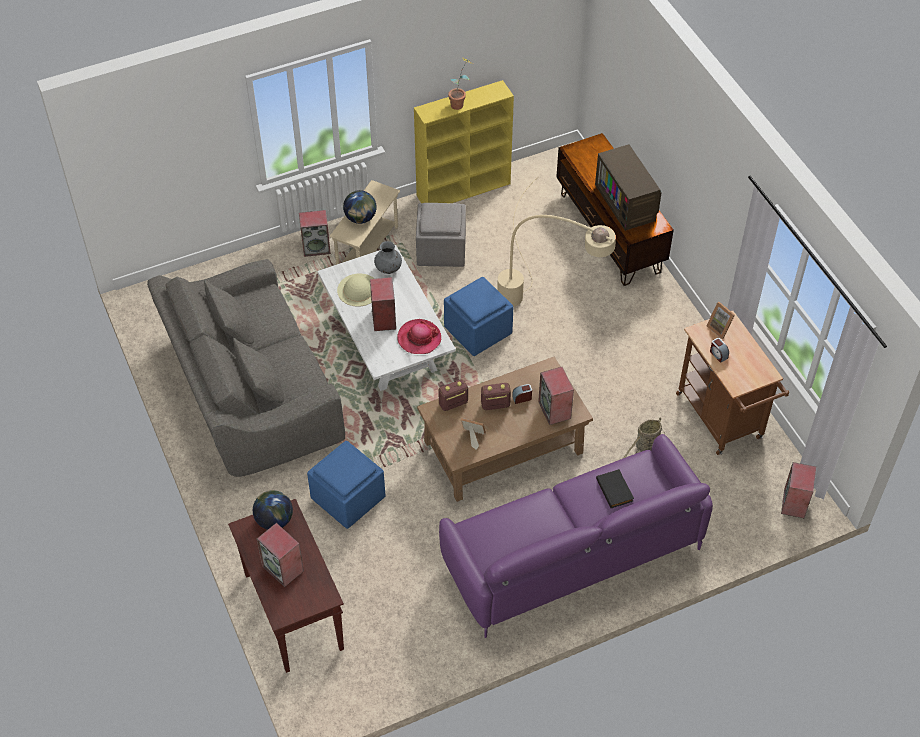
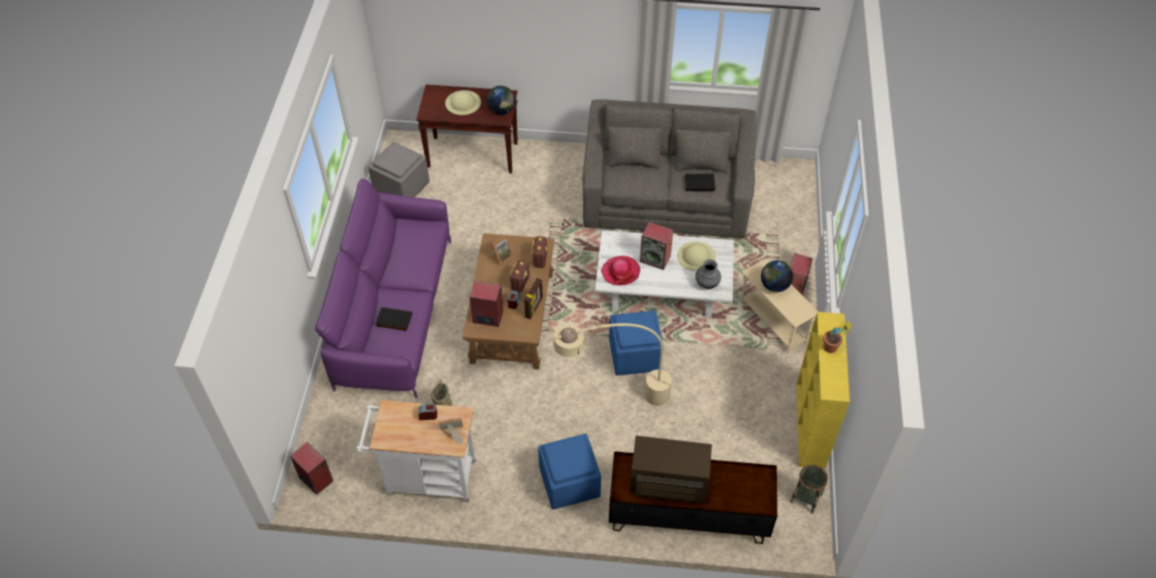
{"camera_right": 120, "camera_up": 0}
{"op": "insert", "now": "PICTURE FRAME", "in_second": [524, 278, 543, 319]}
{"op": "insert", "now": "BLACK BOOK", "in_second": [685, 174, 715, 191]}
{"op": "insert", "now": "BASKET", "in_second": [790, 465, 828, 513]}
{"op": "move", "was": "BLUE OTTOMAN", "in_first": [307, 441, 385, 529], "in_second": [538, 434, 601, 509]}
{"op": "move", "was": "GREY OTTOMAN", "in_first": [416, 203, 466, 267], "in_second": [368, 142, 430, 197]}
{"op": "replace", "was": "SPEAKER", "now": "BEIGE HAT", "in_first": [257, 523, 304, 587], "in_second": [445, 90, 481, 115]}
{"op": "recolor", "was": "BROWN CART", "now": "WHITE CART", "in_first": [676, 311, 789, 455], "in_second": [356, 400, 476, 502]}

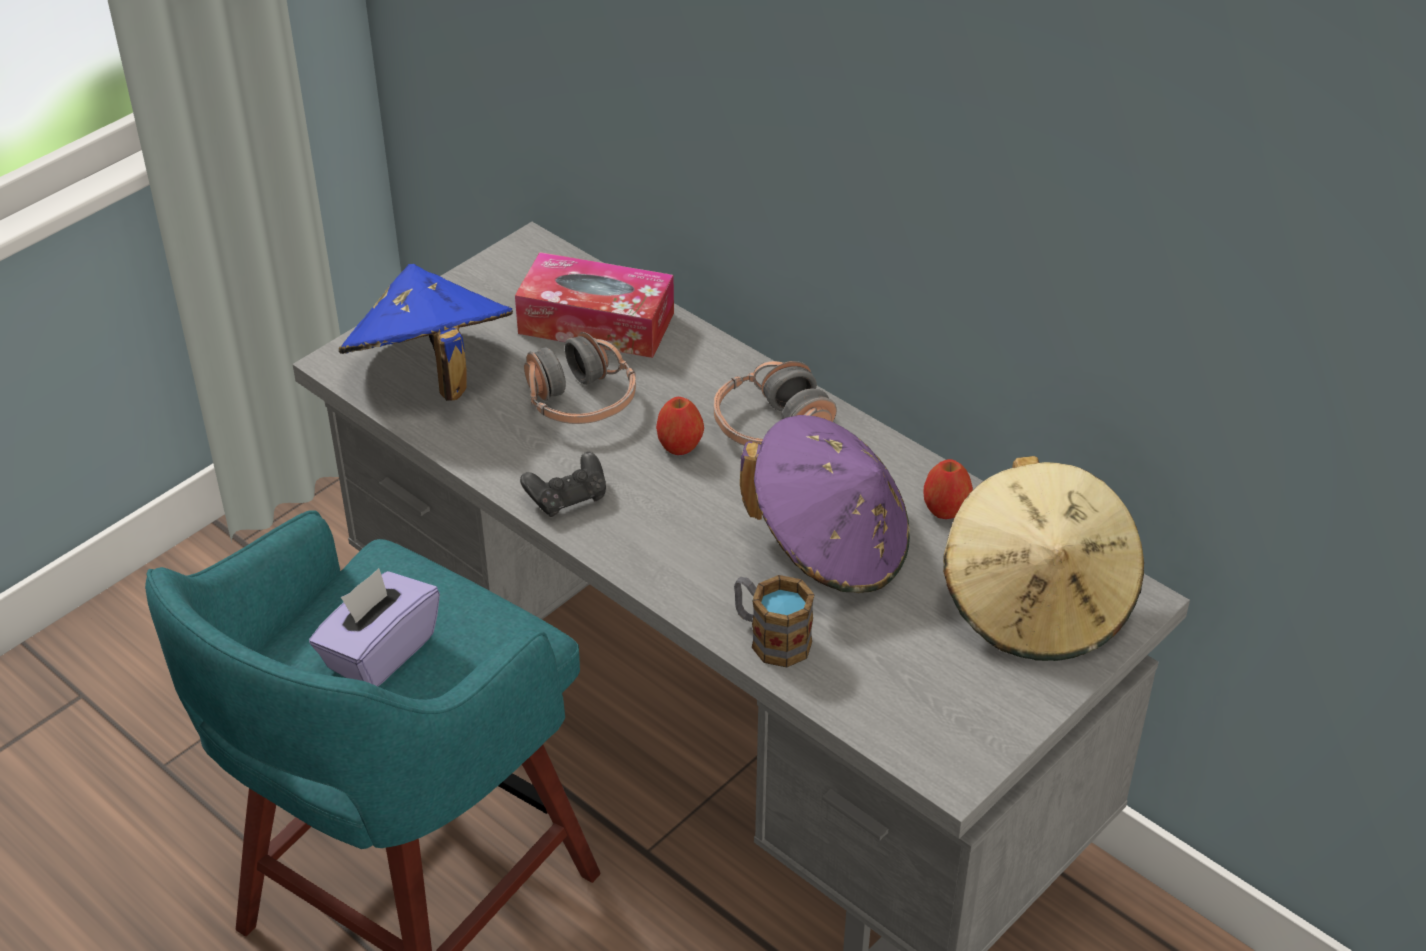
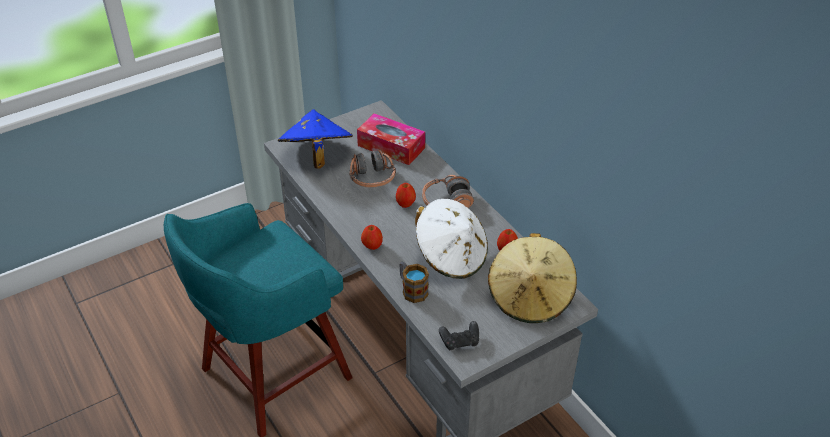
{"camera_right": 15, "camera_up": 0}
{"op": "delete", "was": "PURPLE TISSUE BOX", "in_first": [309, 568, 440, 686]}
{"op": "insert", "now": "APPLE", "in_second": [361, 225, 383, 250]}
{"op": "move", "was": "BLACK GAME CONTROLLER", "in_first": [520, 452, 606, 517], "in_second": [439, 321, 479, 350]}
{"op": "recolor", "was": "PURPLE HAT", "now": "WHITE HAT", "in_first": [740, 415, 910, 593], "in_second": [415, 199, 488, 279]}

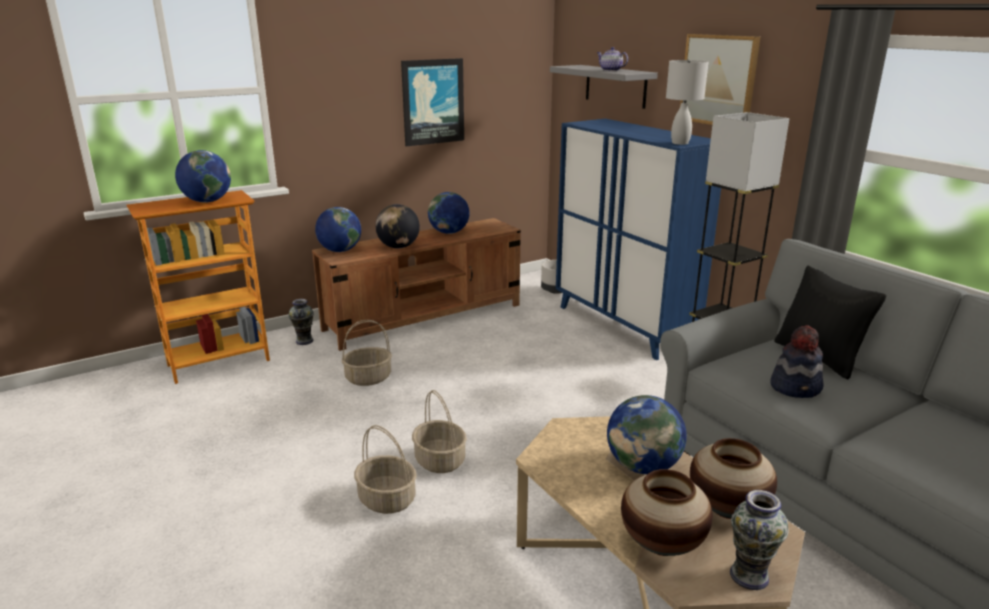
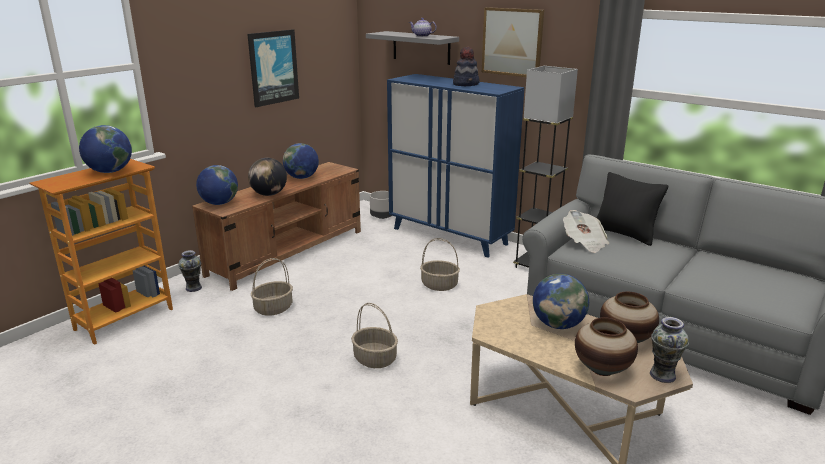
{"camera_right": -20, "camera_up": 0}
{"op": "delete", "was": "WHITE TABLE LAMP", "in_first": [666, 60, 708, 145]}
{"op": "insert", "now": "NEWSPAPER", "in_second": [563, 210, 609, 253]}
{"op": "move", "was": "BASKET", "in_first": [354, 425, 417, 514], "in_second": [420, 238, 460, 291]}
{"op": "move", "was": "HAT", "in_first": [770, 325, 824, 398], "in_second": [453, 47, 480, 86]}

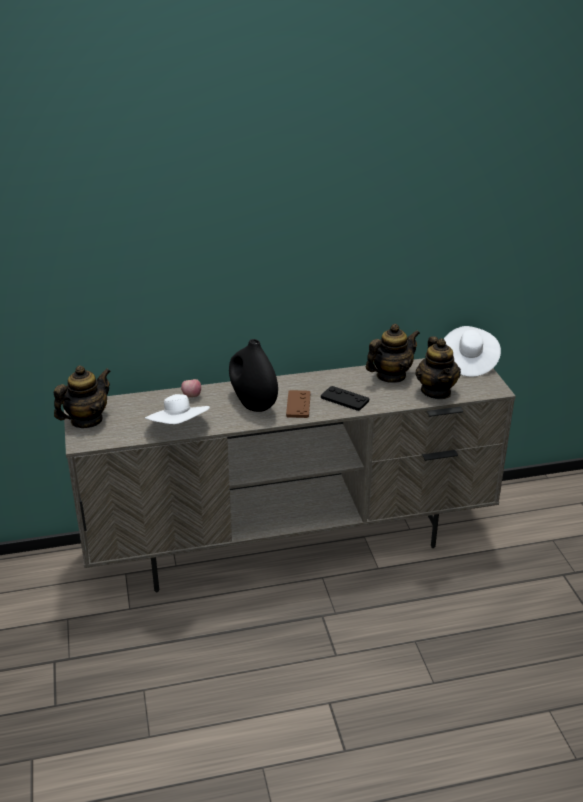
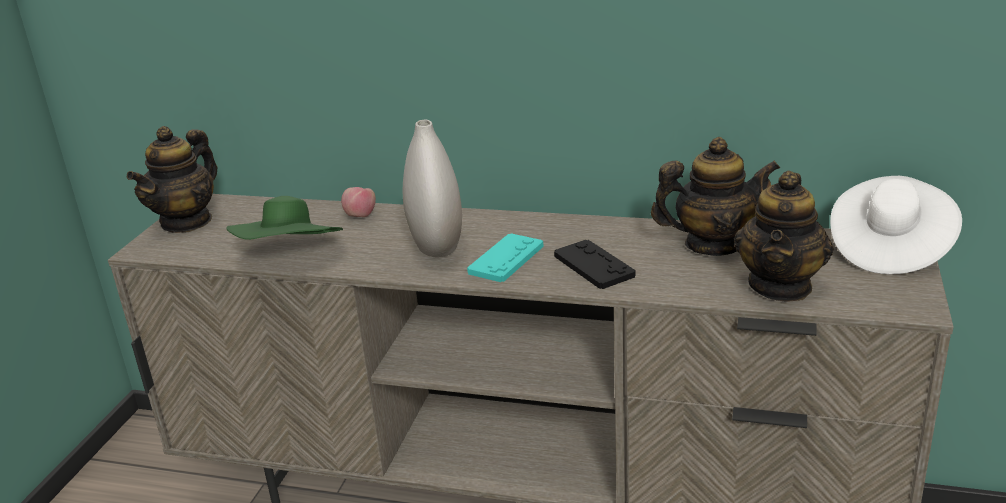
{"camera_right": 30, "camera_up": -5}
{"op": "recolor", "was": "WHITE HAT", "now": "GREEN HAT", "in_first": [145, 394, 210, 424], "in_second": [226, 196, 343, 240]}
{"op": "recolor", "was": "BLACK VASE", "now": "WHITE VASE", "in_first": [229, 339, 278, 412], "in_second": [403, 119, 462, 258]}
{"op": "recolor", "was": "BROWN GAME CONTROLLER", "now": "TURQUOISE GAME CONTROLLER", "in_first": [286, 390, 311, 418], "in_second": [467, 233, 544, 282]}
{"op": "rotate", "was": "TEAPOT", "in_first": [54, 365, 111, 428], "in_second": [127, 126, 217, 233], "clockwise": 135}

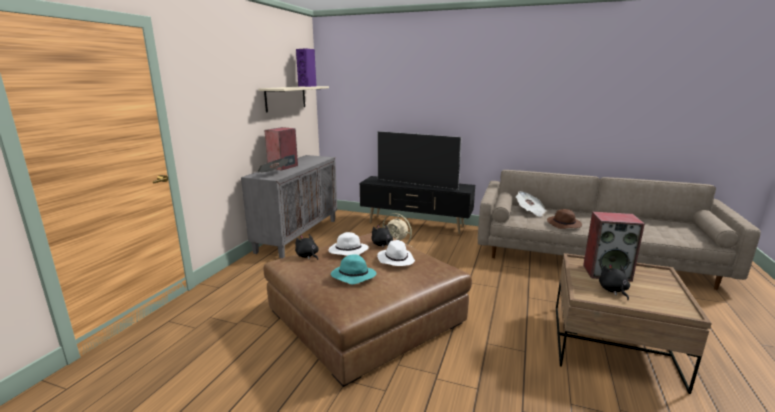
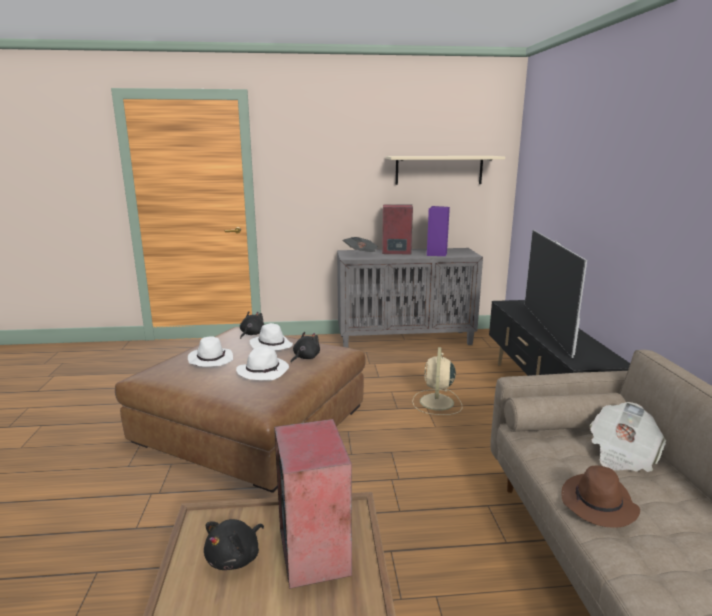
{"camera_right": 65, "camera_up": 0}
{"op": "move", "was": "PURPLE SPEAKER", "in_first": [296, 48, 316, 87], "in_second": [427, 206, 450, 256]}
{"op": "recolor", "was": "TURQUOISE HAT", "now": "WHITE HAT", "in_first": [331, 254, 376, 284], "in_second": [188, 336, 233, 367]}
{"op": "rotate", "was": "BLACK PLUSH TOY", "in_first": [599, 264, 630, 300], "in_second": [204, 519, 264, 570], "clockwise": 150}

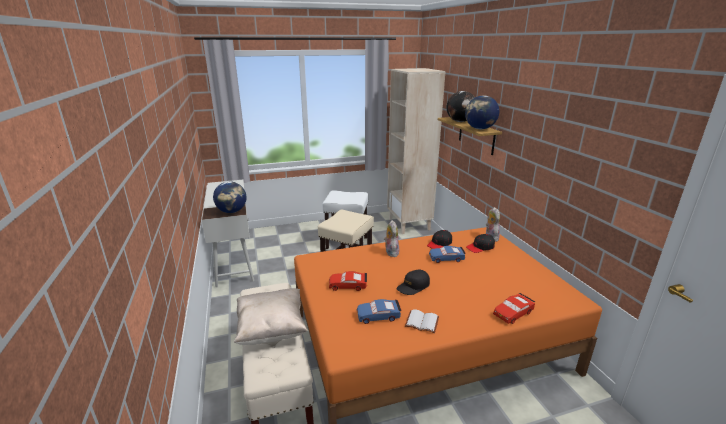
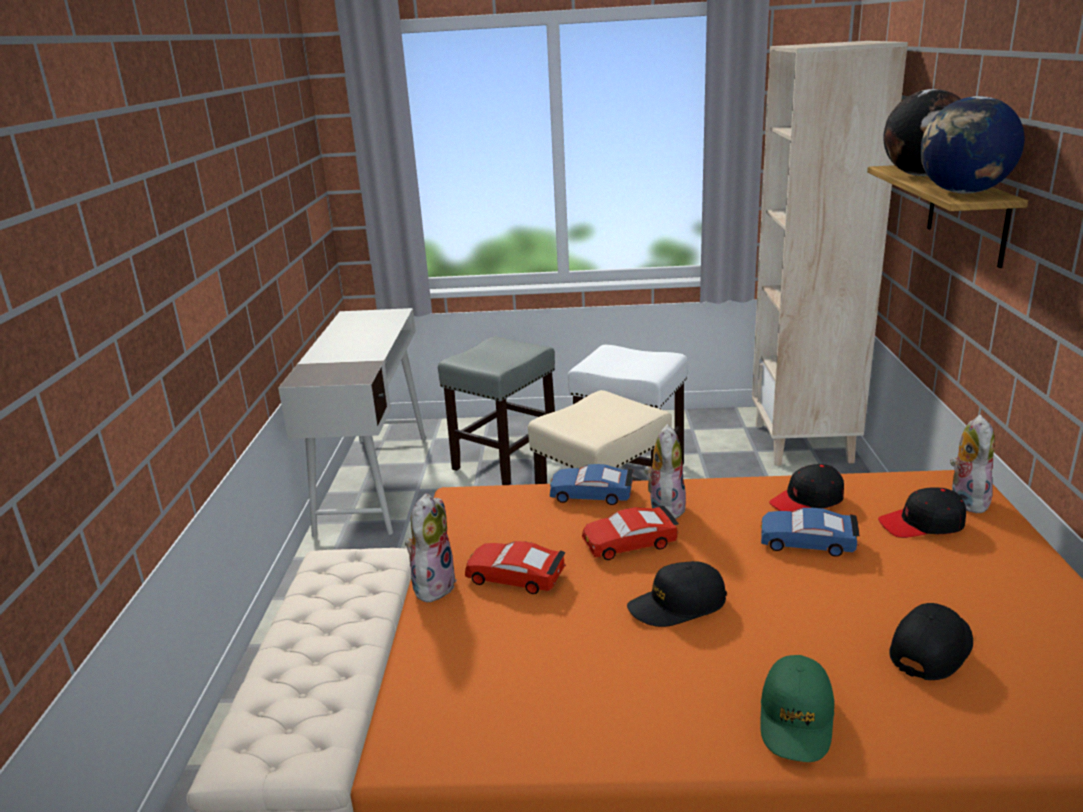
{"camera_right": 20, "camera_up": 0}
{"op": "delete", "was": "GLOBE", "in_first": [213, 181, 246, 213]}
{"op": "delete", "was": "BEIGE PILLOW", "in_first": [234, 288, 307, 345]}
{"op": "delete", "was": "WHITE BOOK", "in_first": [405, 310, 439, 333]}
{"op": "insert", "now": "PLUSH TOY", "in_second": [405, 493, 457, 602]}
{"op": "insert", "now": "GREY STOOL", "in_second": [438, 337, 555, 485]}
{"op": "insert", "now": "GREEN CAP", "in_second": [760, 655, 834, 762]}
{"op": "insert", "now": "BLACK CAP", "in_second": [889, 603, 973, 680]}
{"op": "move", "was": "BLUE TOY CAR", "in_first": [357, 299, 402, 324], "in_second": [550, 464, 634, 505]}
{"op": "move", "was": "RED TOY CAR", "in_first": [493, 293, 535, 324], "in_second": [582, 506, 679, 560]}

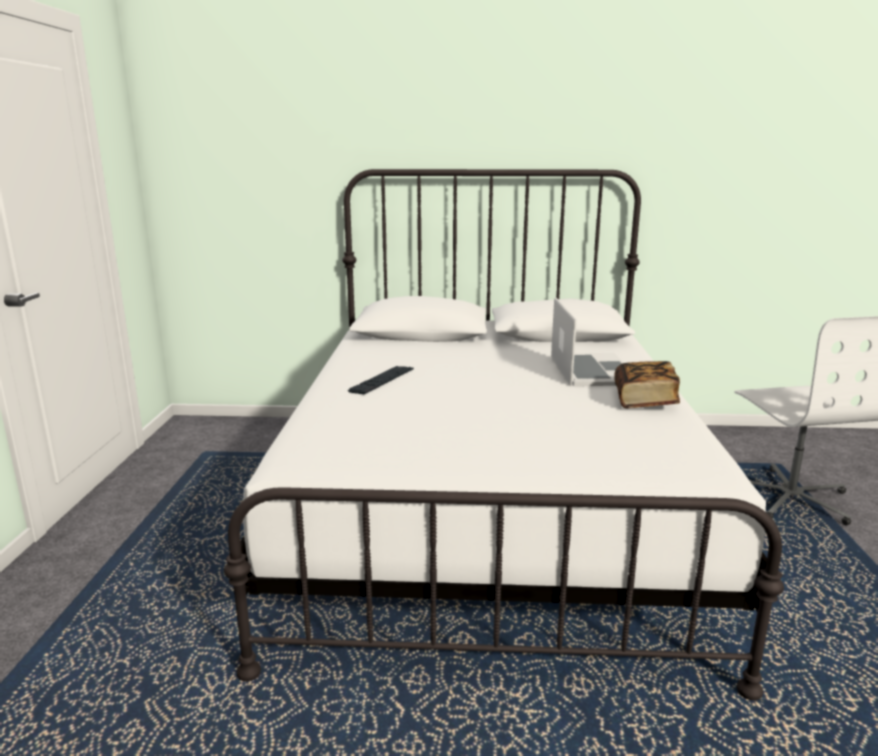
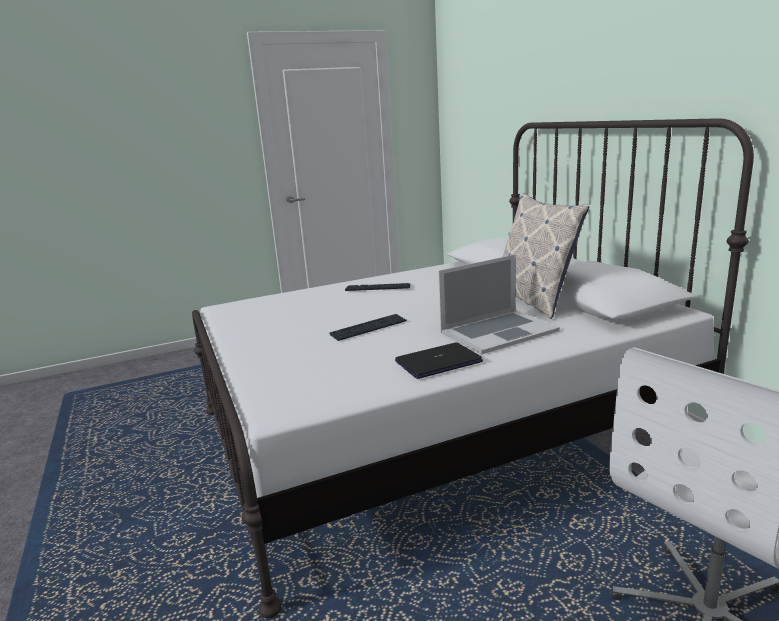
{"camera_right": 65, "camera_up": 0}
{"op": "insert", "now": "KEYBOARD", "in_second": [329, 314, 407, 341]}
{"op": "insert", "now": "PILLOW", "in_second": [503, 193, 589, 319]}
{"op": "replace", "was": "BOOK", "now": "LAPTOP", "in_first": [614, 361, 680, 408], "in_second": [395, 342, 483, 379]}

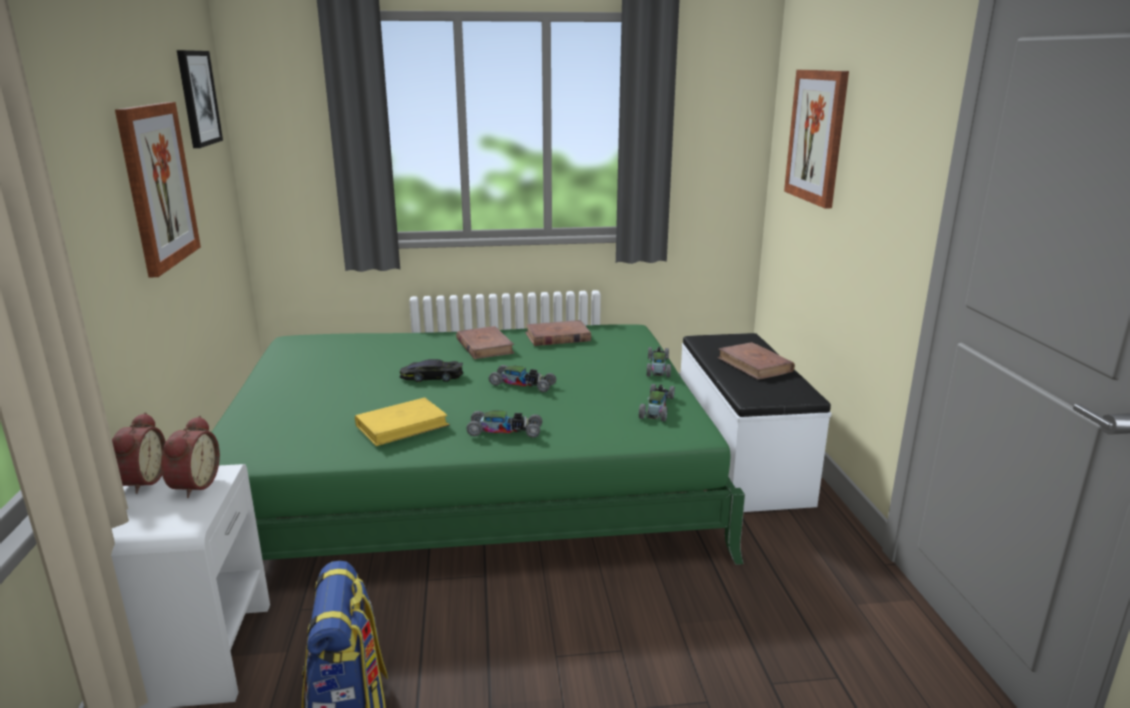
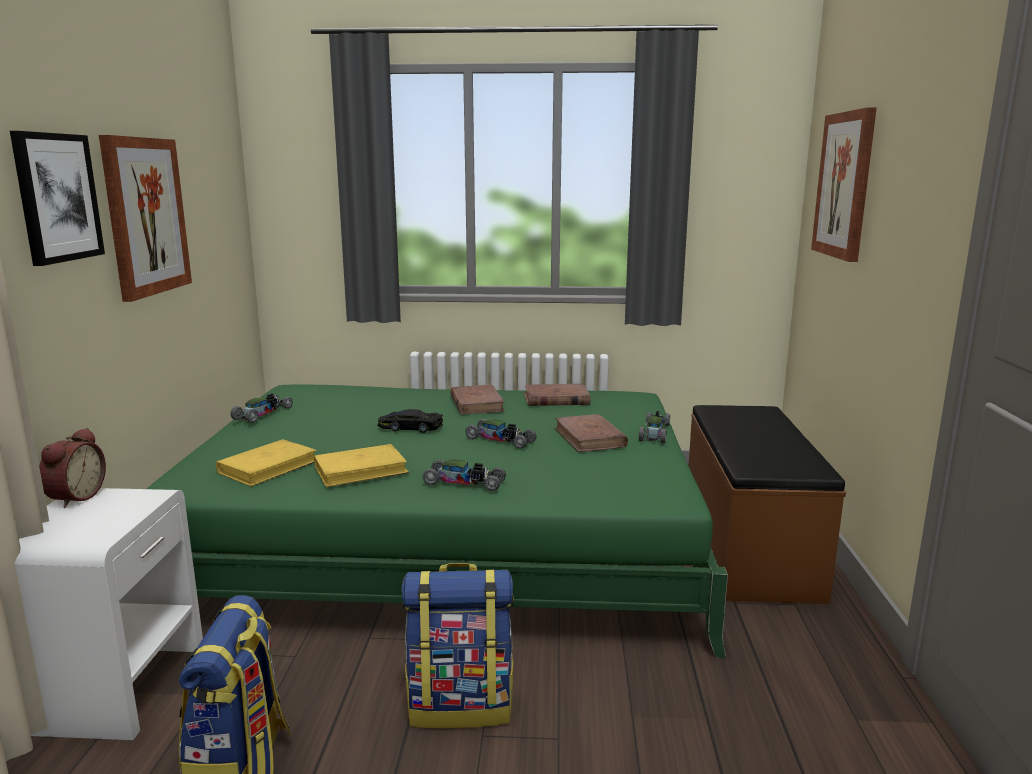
{"camera_right": 10, "camera_up": -5}
{"op": "delete", "was": "ALARM CLOCK", "in_first": [161, 416, 220, 498]}
{"op": "insert", "now": "YELLOW BOOK", "in_second": [216, 439, 316, 487]}
{"op": "insert", "now": "BACKPACK", "in_second": [402, 563, 514, 729]}
{"op": "move", "was": "PICTURE", "in_first": [177, 50, 223, 148], "in_second": [10, 131, 105, 266]}
{"op": "move", "was": "TOY CAR", "in_first": [639, 384, 675, 422], "in_second": [231, 393, 293, 423]}
{"op": "move", "was": "BROWN BOOK", "in_first": [717, 342, 795, 380], "in_second": [555, 414, 628, 452]}
{"op": "recolor", "was": "WHITE BENCH", "now": "BROWN BENCH", "in_first": [680, 333, 831, 512], "in_second": [689, 405, 846, 604]}

